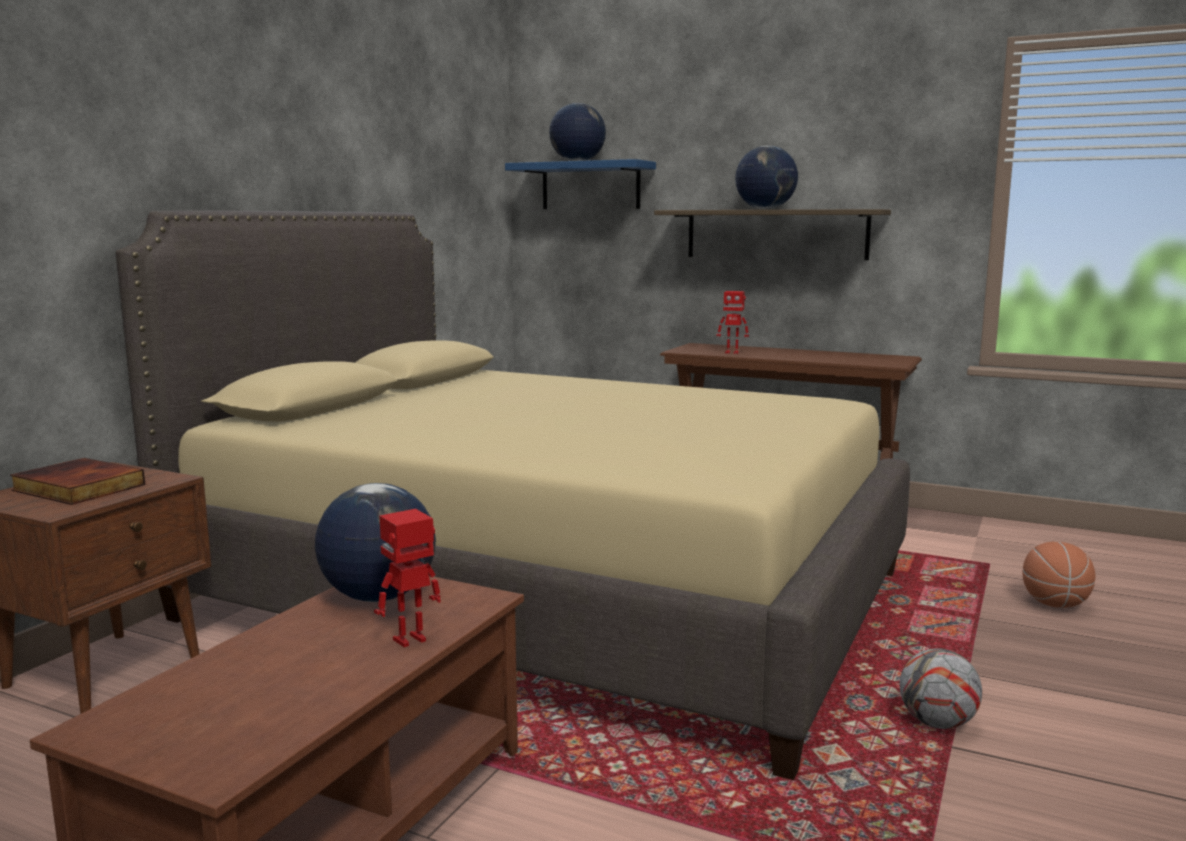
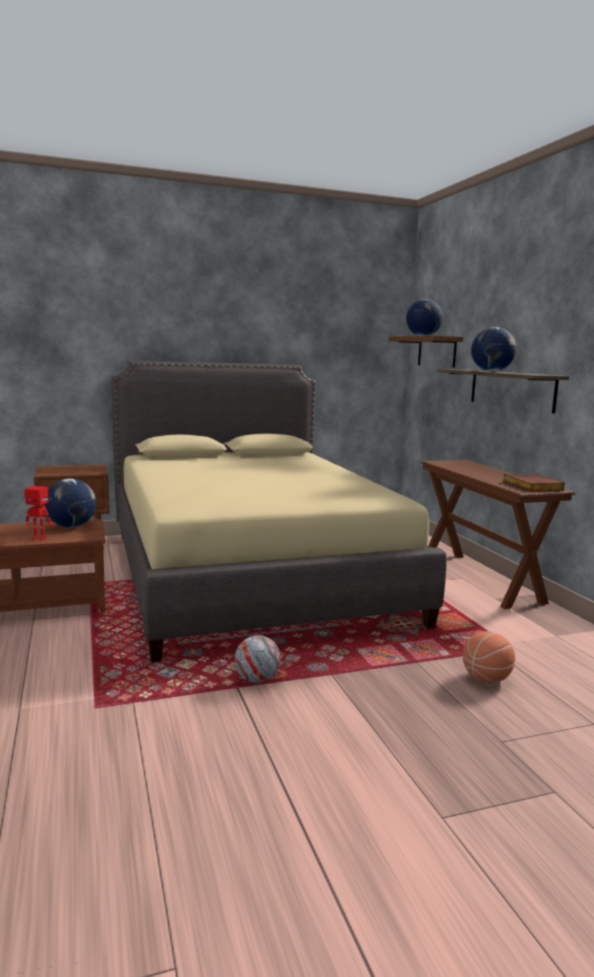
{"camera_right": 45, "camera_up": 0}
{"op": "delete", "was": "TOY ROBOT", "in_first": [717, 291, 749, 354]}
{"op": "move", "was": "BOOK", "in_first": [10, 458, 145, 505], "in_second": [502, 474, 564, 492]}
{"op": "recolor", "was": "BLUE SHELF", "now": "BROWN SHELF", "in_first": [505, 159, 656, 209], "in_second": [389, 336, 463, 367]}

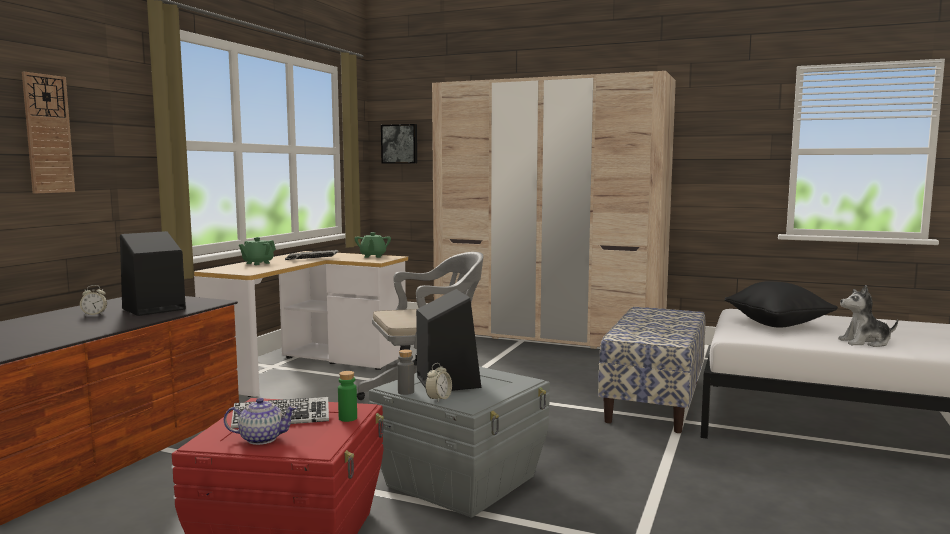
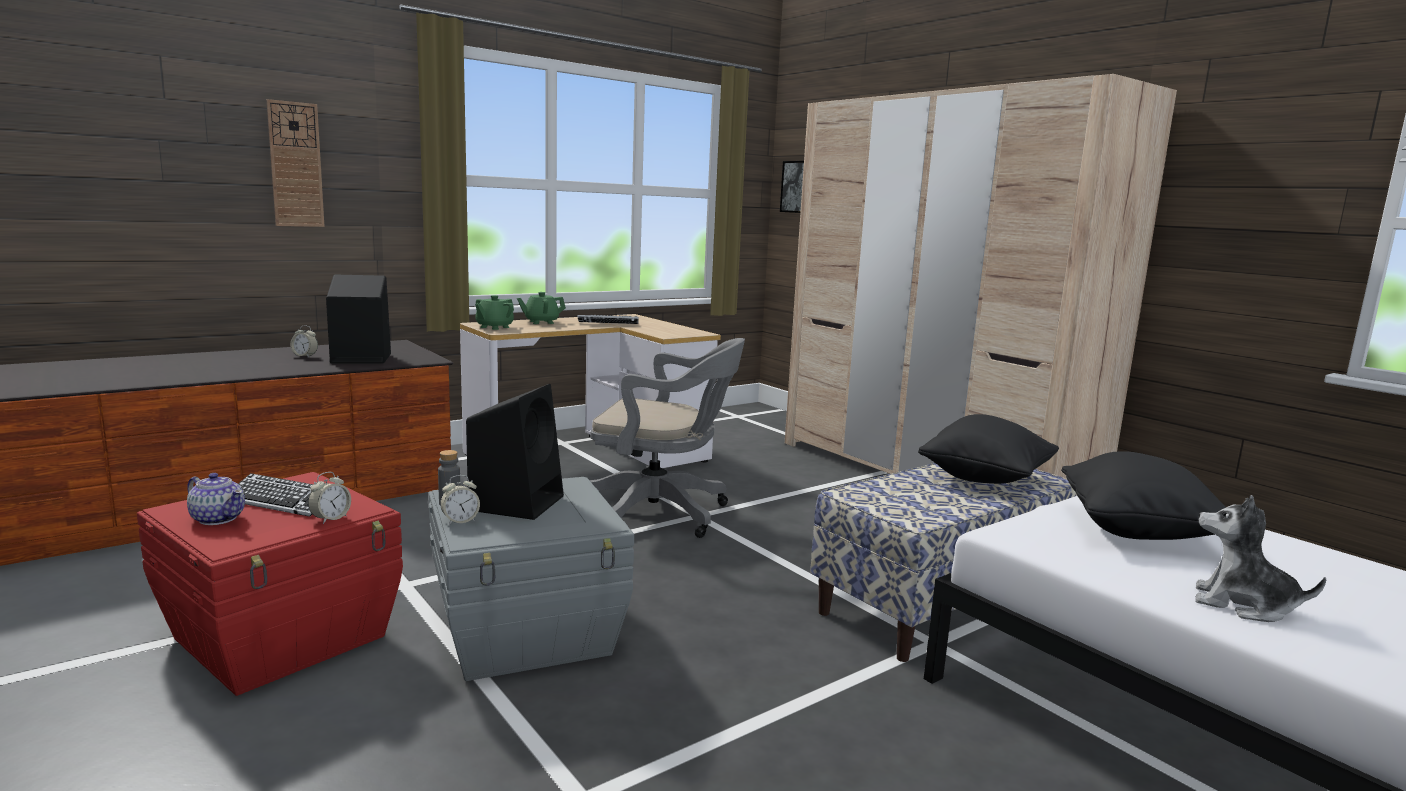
{"camera_right": 30, "camera_up": 5}
{"op": "insert", "now": "BLACK PILLOW", "in_second": [918, 414, 1059, 484]}
{"op": "move", "was": "GREEN TEAPOT", "in_first": [354, 232, 391, 258], "in_second": [475, 295, 514, 330]}
{"op": "replace", "was": "GREEN BOTTLE", "now": "ALARM CLOCK", "in_first": [338, 371, 357, 422], "in_second": [308, 472, 351, 524]}

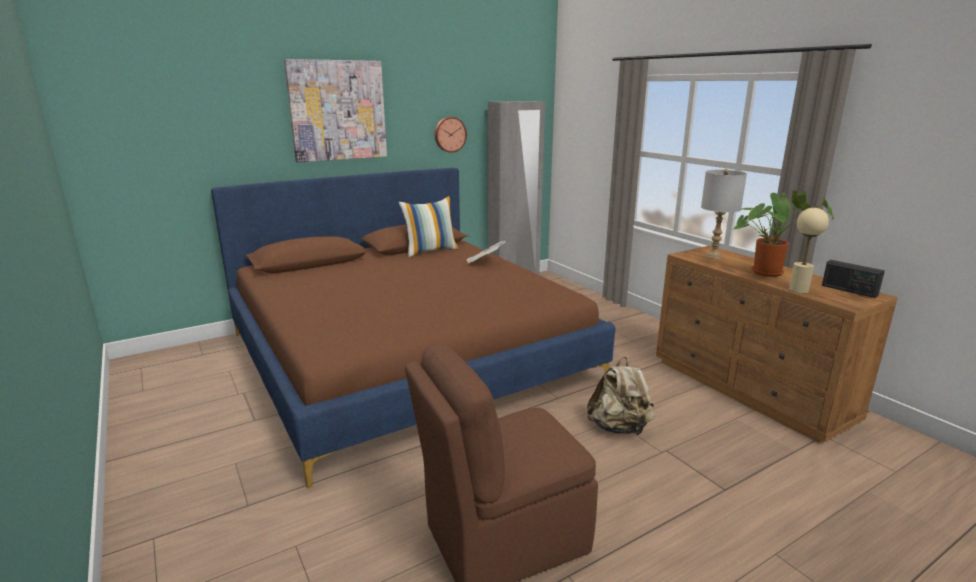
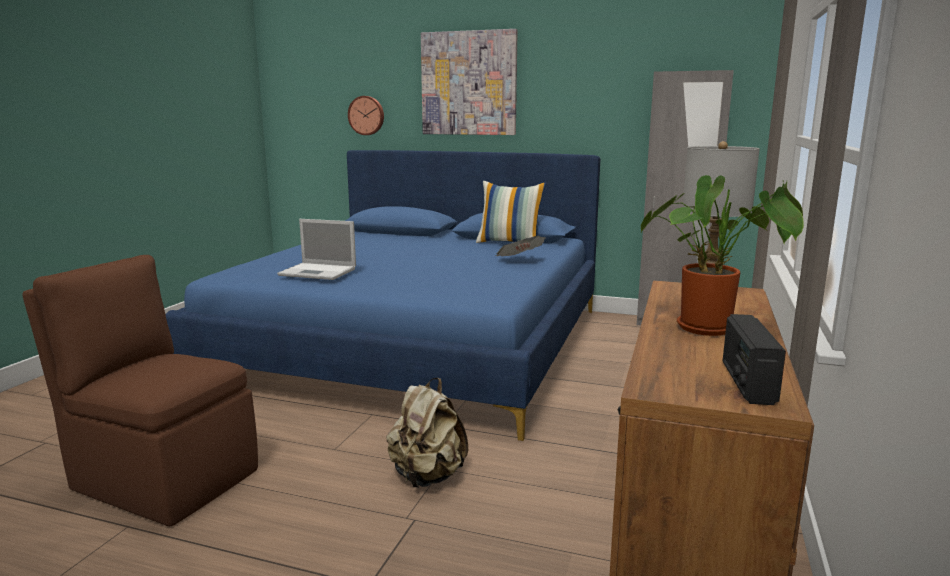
{"camera_right": 50, "camera_up": -5}
{"op": "delete", "was": "BEIGE TABLE LAMP", "in_first": [789, 208, 829, 294]}
{"op": "insert", "now": "LAPTOP", "in_second": [277, 219, 356, 280]}
{"op": "move", "was": "WALL CLOCK", "in_first": [435, 117, 467, 153], "in_second": [348, 96, 384, 135]}
{"op": "recolor", "was": "BROWN BED", "now": "BLUE BED", "in_first": [211, 168, 615, 488], "in_second": [166, 150, 600, 441]}

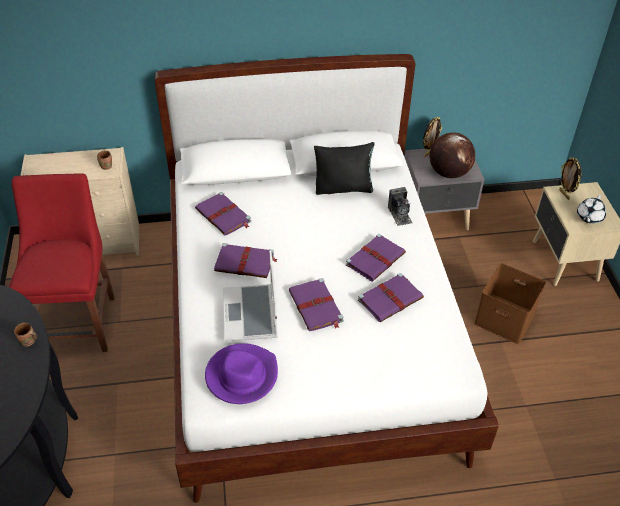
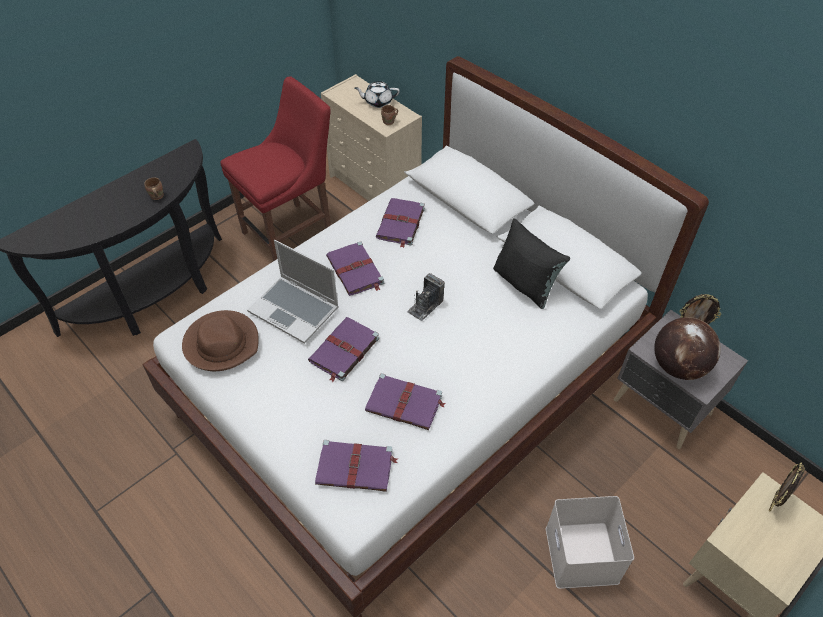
{"camera_right": 55, "camera_up": 5}
{"op": "move", "was": "PURPLE BOOK", "in_first": [346, 234, 406, 282], "in_second": [315, 440, 398, 492]}
{"op": "move", "was": "PHOTO CAMERA", "in_first": [388, 187, 412, 226], "in_second": [407, 273, 445, 321]}
{"op": "move", "was": "WHITE TEAPOT", "in_first": [577, 195, 606, 224], "in_second": [355, 81, 400, 108]}
{"op": "recolor", "was": "PURPLE HAT", "now": "BROWN HAT", "in_first": [205, 343, 278, 404], "in_second": [182, 310, 259, 371]}
{"op": "recolor", "was": "BROWN STORAGE BOX", "now": "WHITE STORAGE BOX", "in_first": [474, 263, 546, 344], "in_second": [546, 496, 634, 589]}
{"op": "rotate", "was": "LAPTOP", "in_first": [223, 250, 278, 342], "in_second": [247, 240, 339, 344], "clockwise": -105}

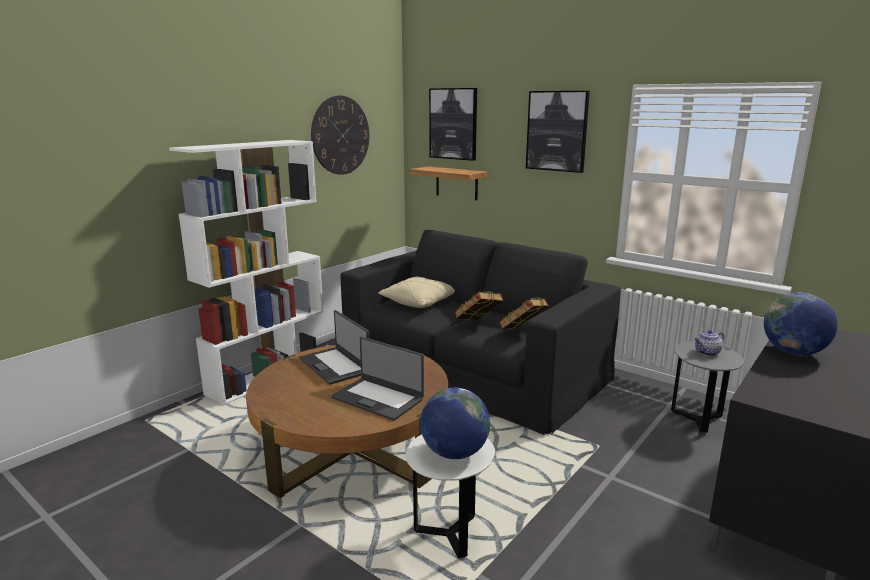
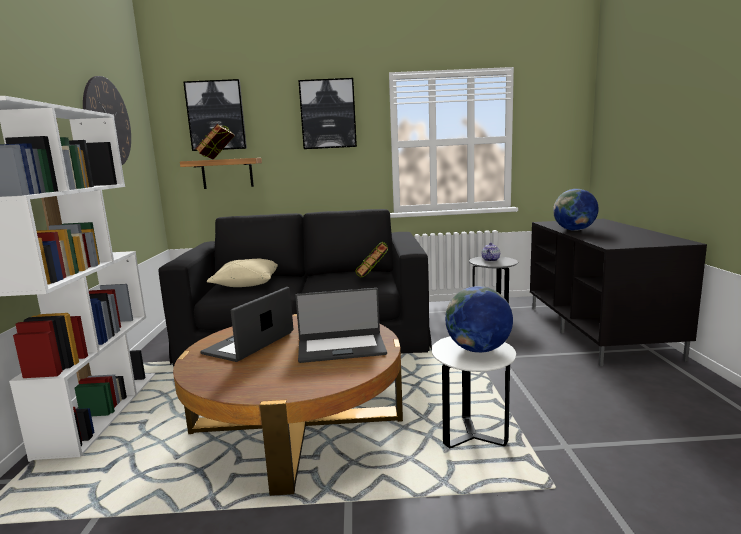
{"camera_right": -40, "camera_up": -5}
{"op": "move", "was": "BOOK", "in_first": [454, 291, 503, 320], "in_second": [196, 124, 235, 160]}
{"op": "rotate", "was": "LAPTOP", "in_first": [299, 310, 369, 385], "in_second": [200, 287, 293, 362], "clockwise": 105}

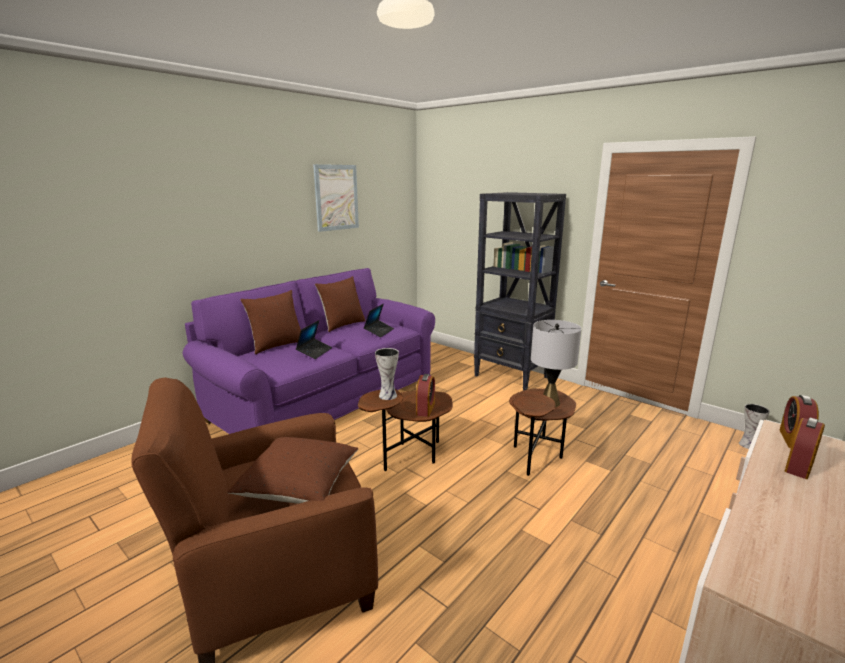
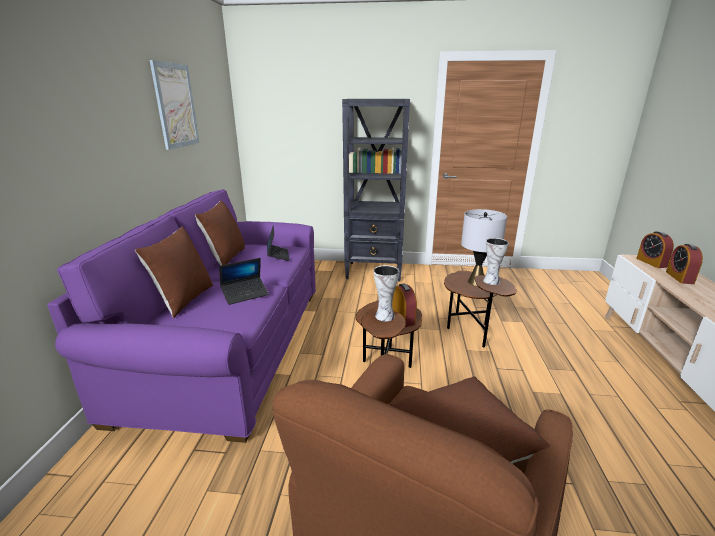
{"camera_right": -35, "camera_up": 5}
{"op": "move", "was": "VASE", "in_first": [739, 404, 770, 449], "in_second": [483, 238, 509, 285]}
{"op": "rotate", "was": "LAPTOP", "in_first": [296, 320, 332, 359], "in_second": [219, 258, 269, 305], "clockwise": 75}

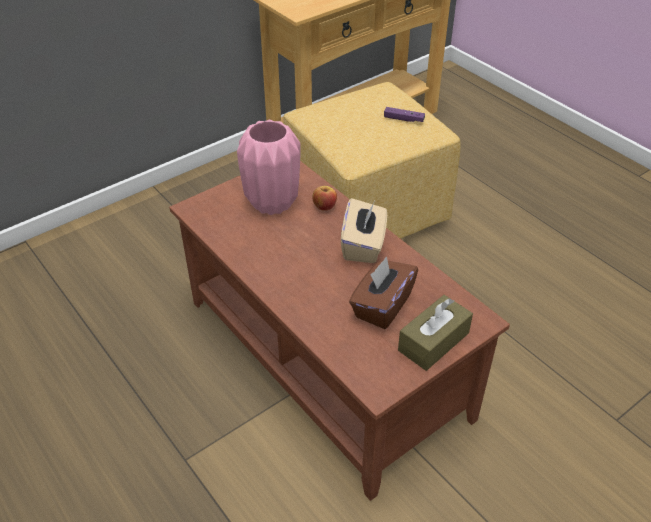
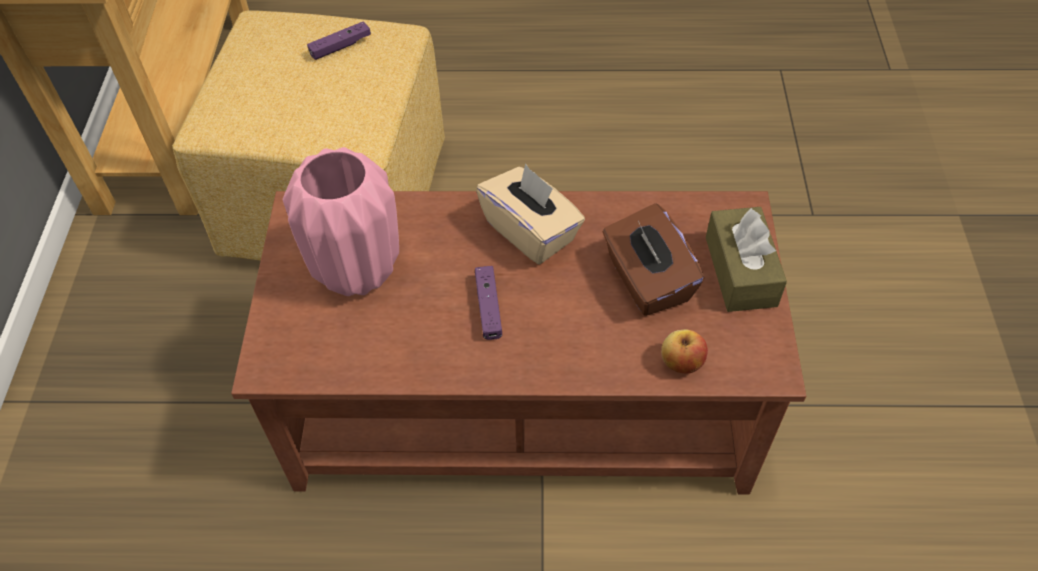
{"camera_right": -50, "camera_up": 10}
{"op": "insert", "now": "PURPLE GAME CONTROLLER", "in_second": [475, 266, 502, 340]}
{"op": "move", "was": "APPLE", "in_first": [312, 186, 337, 211], "in_second": [661, 329, 708, 374]}

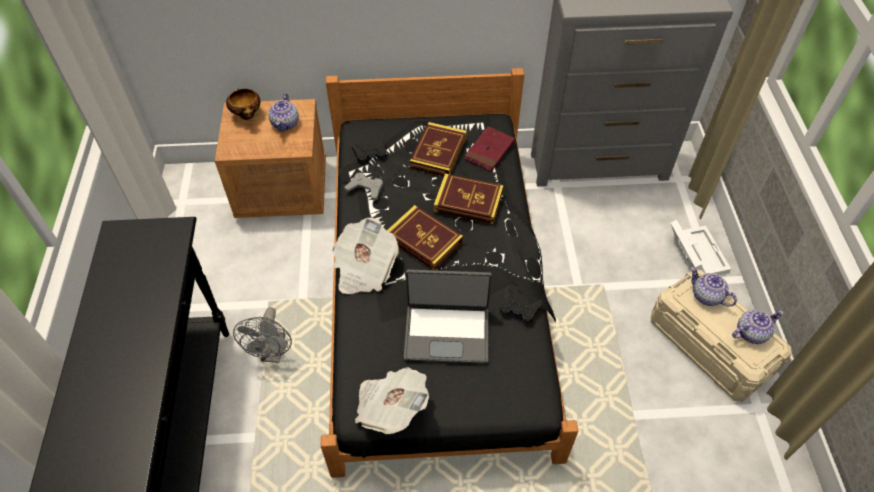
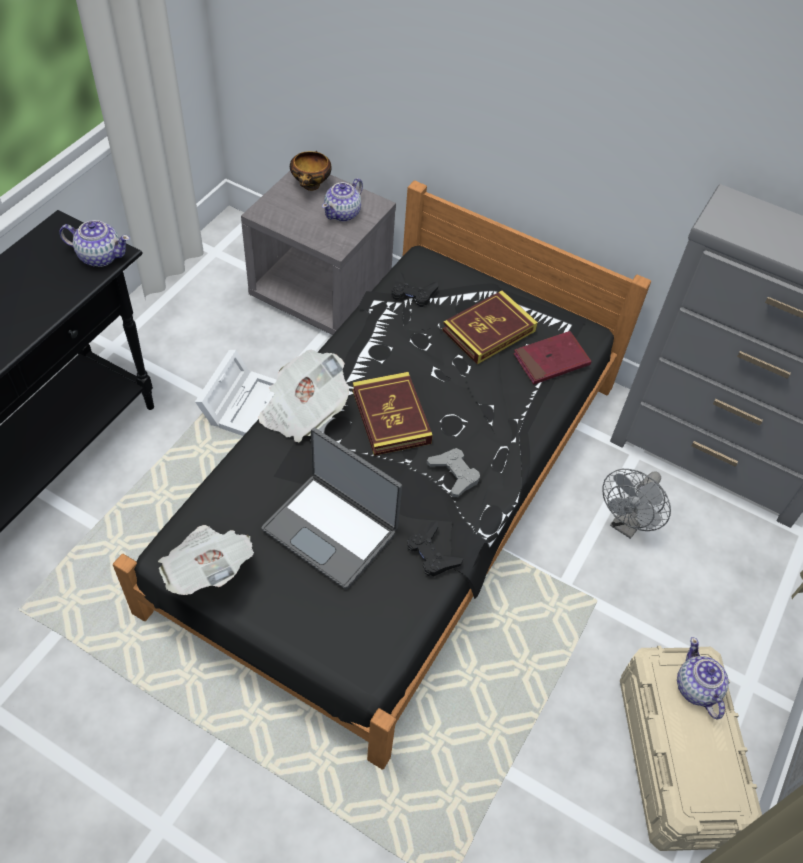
{"camera_right": 30, "camera_up": 0}
{"op": "delete", "was": "BOOK", "in_first": [434, 173, 504, 224]}
{"op": "move", "was": "GREY FAN", "in_first": [233, 307, 292, 363], "in_second": [602, 469, 671, 539]}
{"op": "move", "was": "GREY GAME CONTROLLER", "in_first": [345, 173, 383, 201], "in_second": [426, 448, 480, 497]}
{"op": "move", "was": "WHITE STORAGE BOX", "in_first": [671, 220, 731, 275], "in_second": [195, 350, 276, 436]}
{"op": "move", "was": "TEAPOT", "in_first": [732, 310, 783, 344], "in_second": [60, 220, 130, 267]}
{"op": "recolor", "was": "BROWN NIGHTSTAND", "now": "GREY NIGHTSTAND", "in_first": [215, 99, 326, 218], "in_second": [241, 171, 396, 335]}

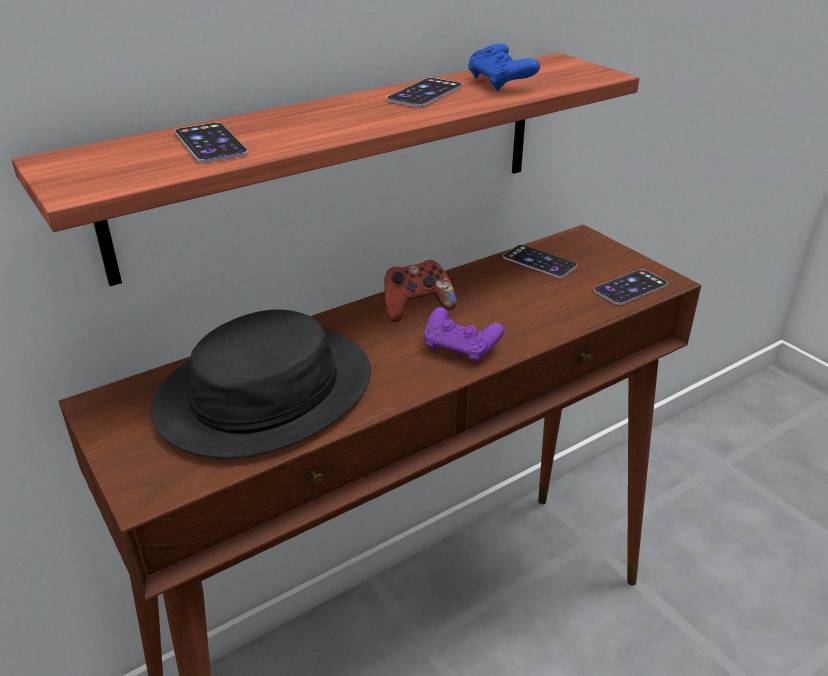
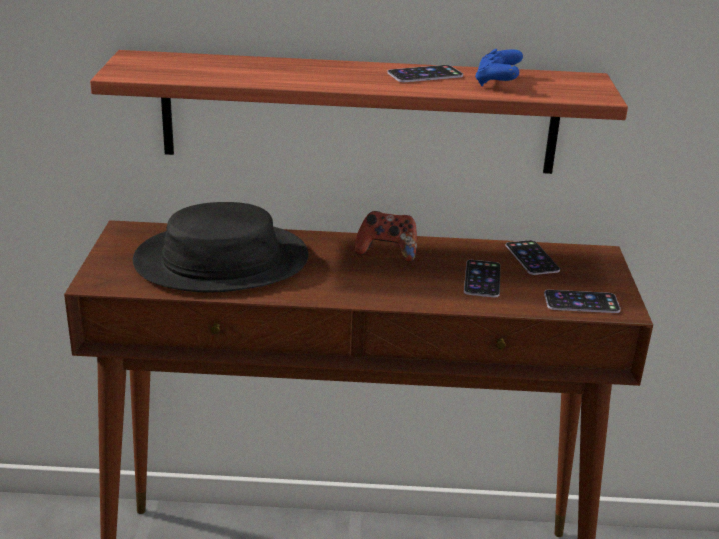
{"camera_right": 35, "camera_up": -5}
{"op": "delete", "was": "PURPLE GAME CONTROLLER", "in_first": [424, 307, 504, 363]}
{"op": "move", "was": "PHONE", "in_first": [175, 122, 248, 163], "in_second": [464, 260, 501, 297]}

